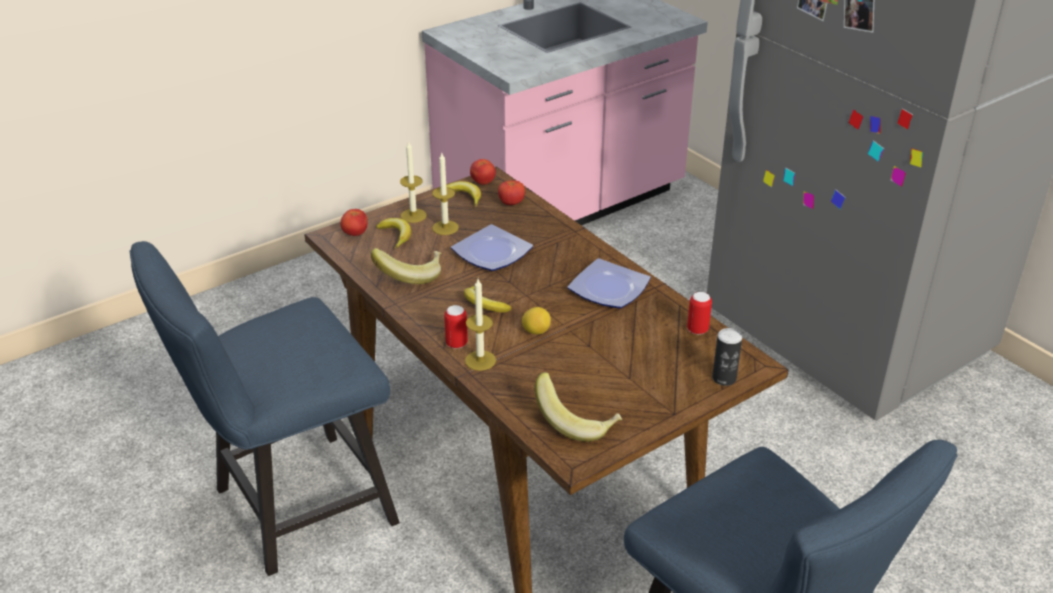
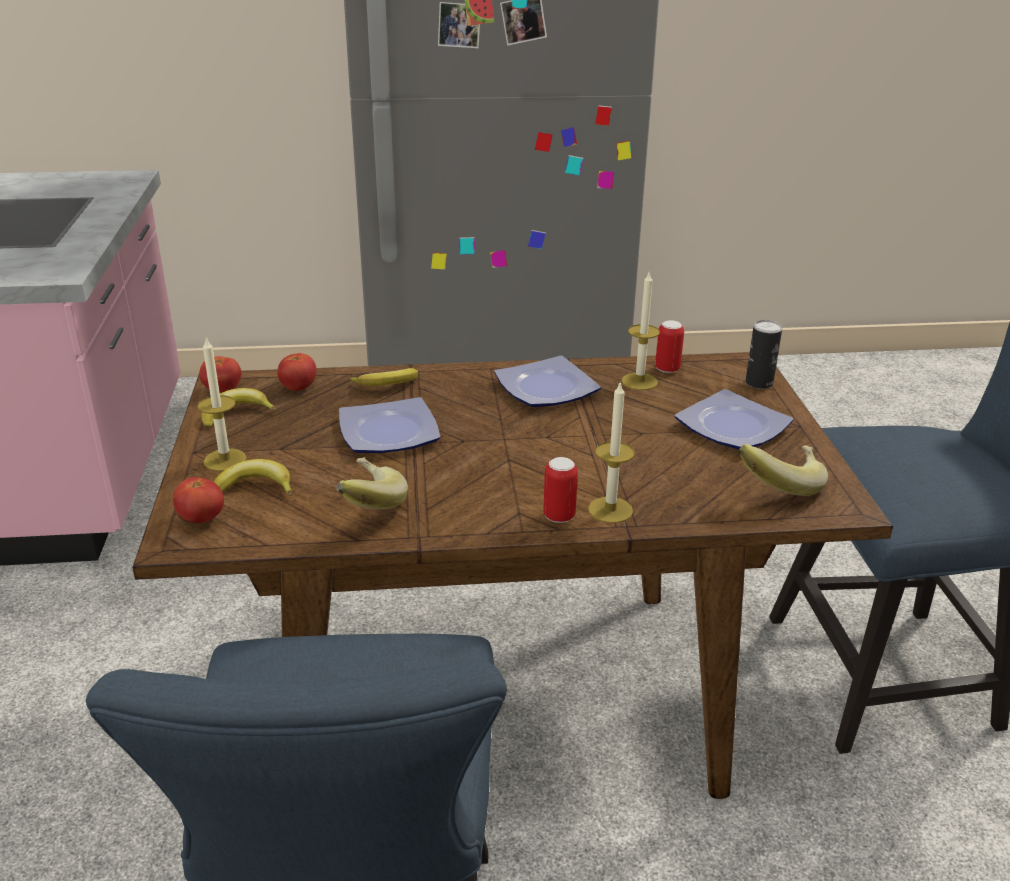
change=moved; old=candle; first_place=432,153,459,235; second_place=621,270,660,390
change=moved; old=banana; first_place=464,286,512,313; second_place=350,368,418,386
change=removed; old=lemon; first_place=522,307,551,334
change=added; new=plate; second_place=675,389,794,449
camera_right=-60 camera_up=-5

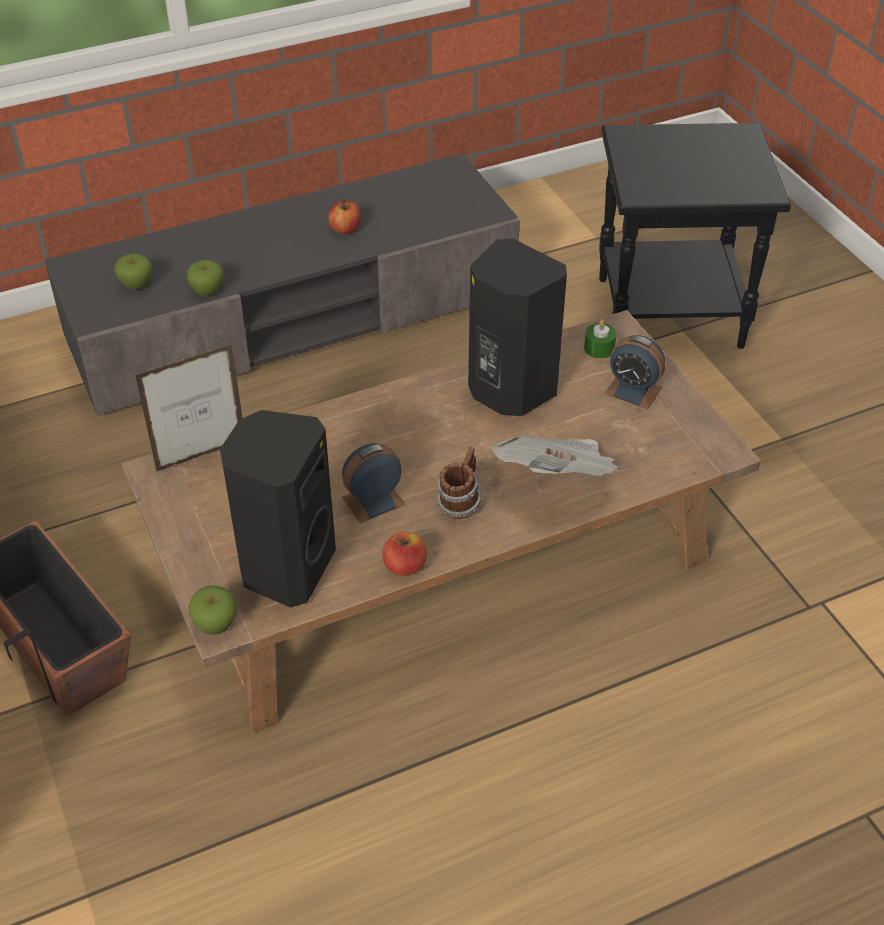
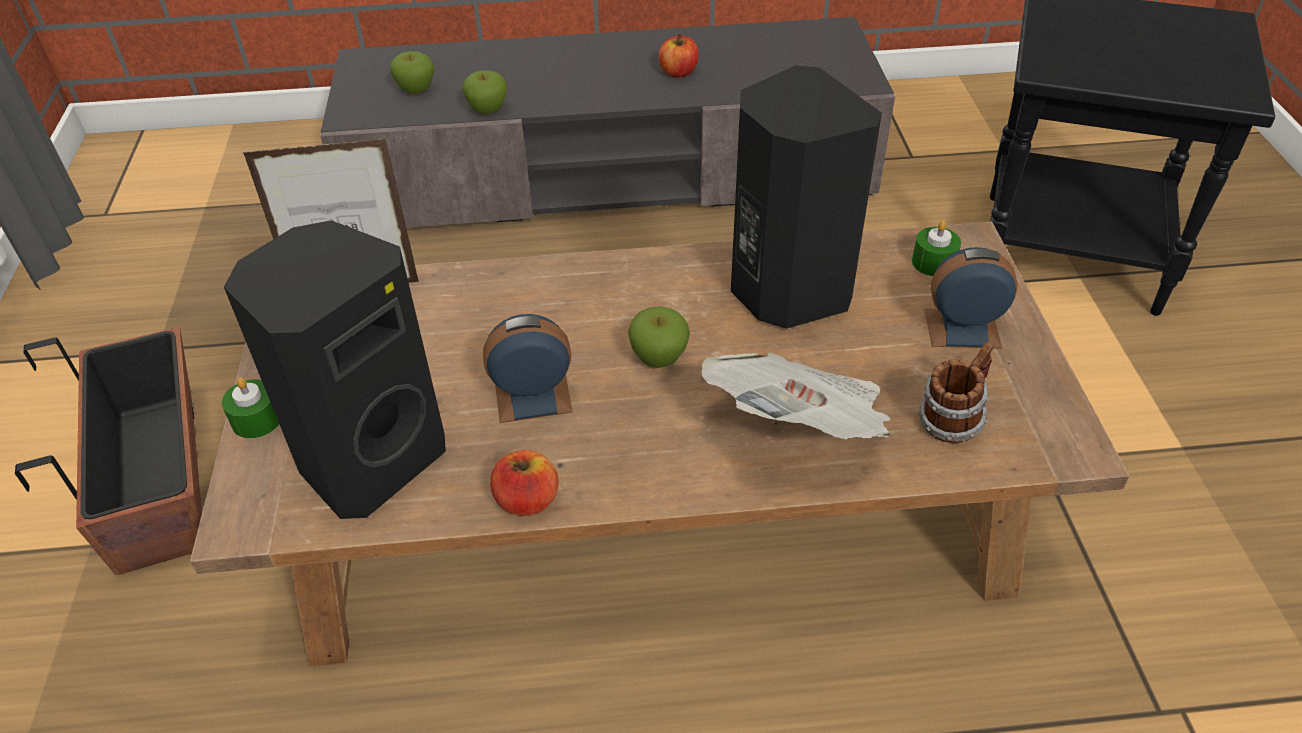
change=turned; old=alarm clock; first_place=605,335,665,409; second_place=925,247,1018,349; degrees=135
change=moved; old=mug; first_place=436,447,483,519; second_place=918,342,994,443
change=moved; old=apple; first_place=188,586,237,635; second_place=628,306,690,368
change=added; new=candle (green); second_place=222,378,279,438
camera_right=20 camera_up=0

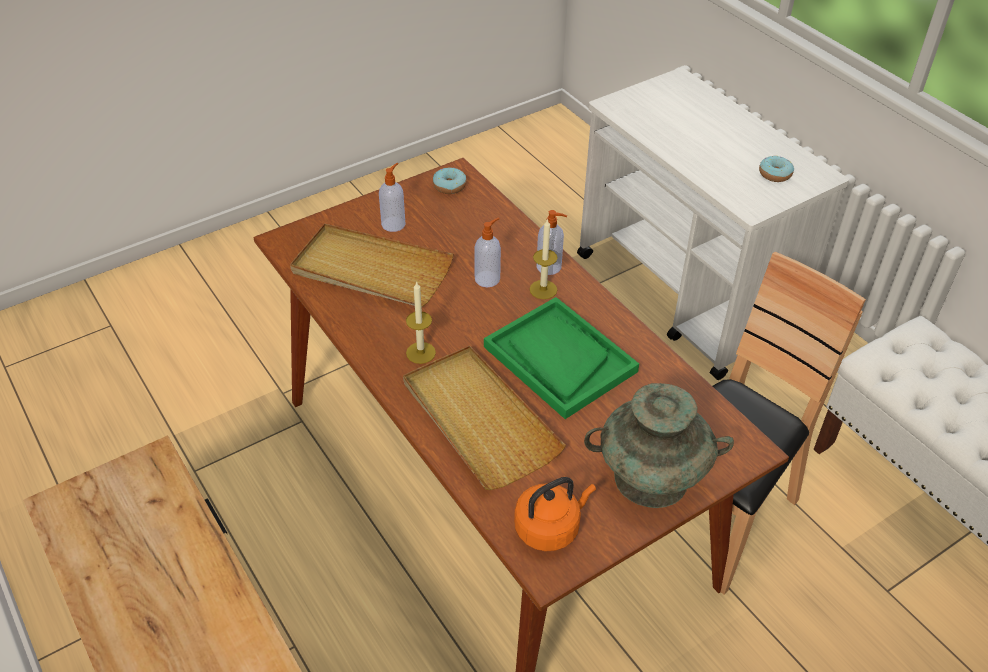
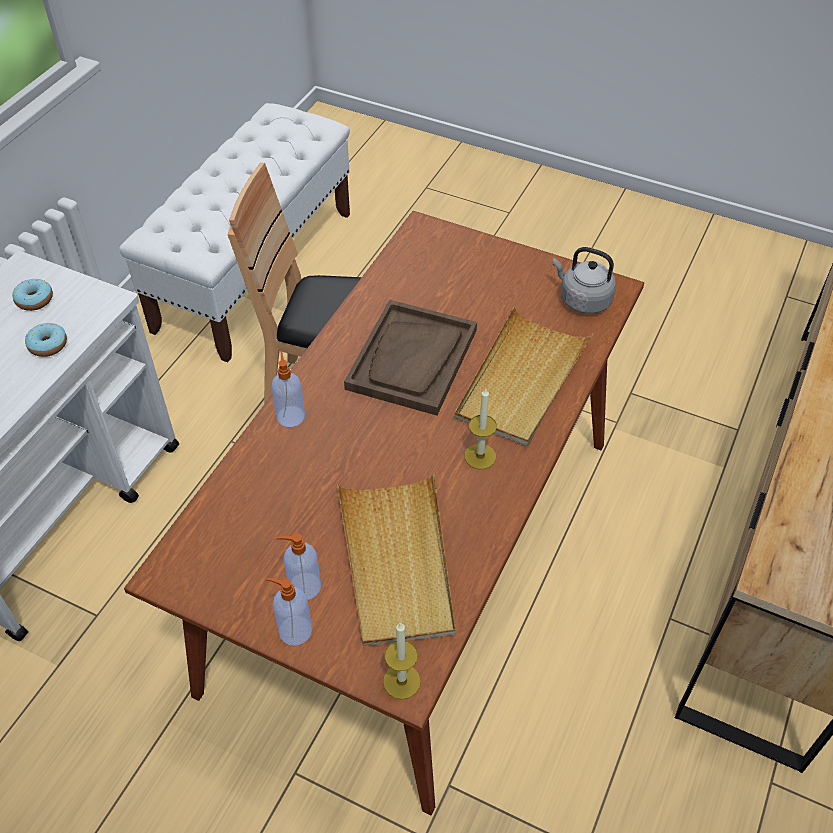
change=moved; old=donut; first_place=433,167,467,194; second_place=25,323,67,357
change=moved; old=soap dispenser; first_place=474,217,501,287; second_place=266,578,312,646
change=moved; old=candle; first_place=530,218,558,299; second_place=383,622,421,700
change=recoloured; old=tray (green); new=tray (brown); first_place=484,297,639,419; second_place=344,300,477,416
change=removed; old=vase (turquoise); first_place=584,383,734,508
change=recoloured; old=kettle (orange); new=kettle (grey); first_place=514,477,596,552; second_place=553,247,616,314
camera_right=-120 camera_up=5

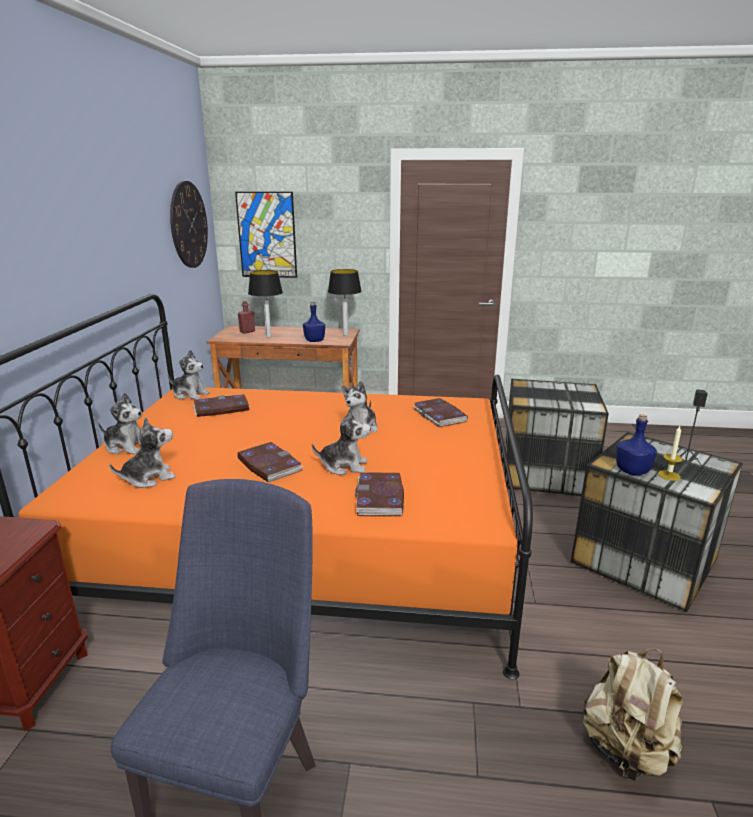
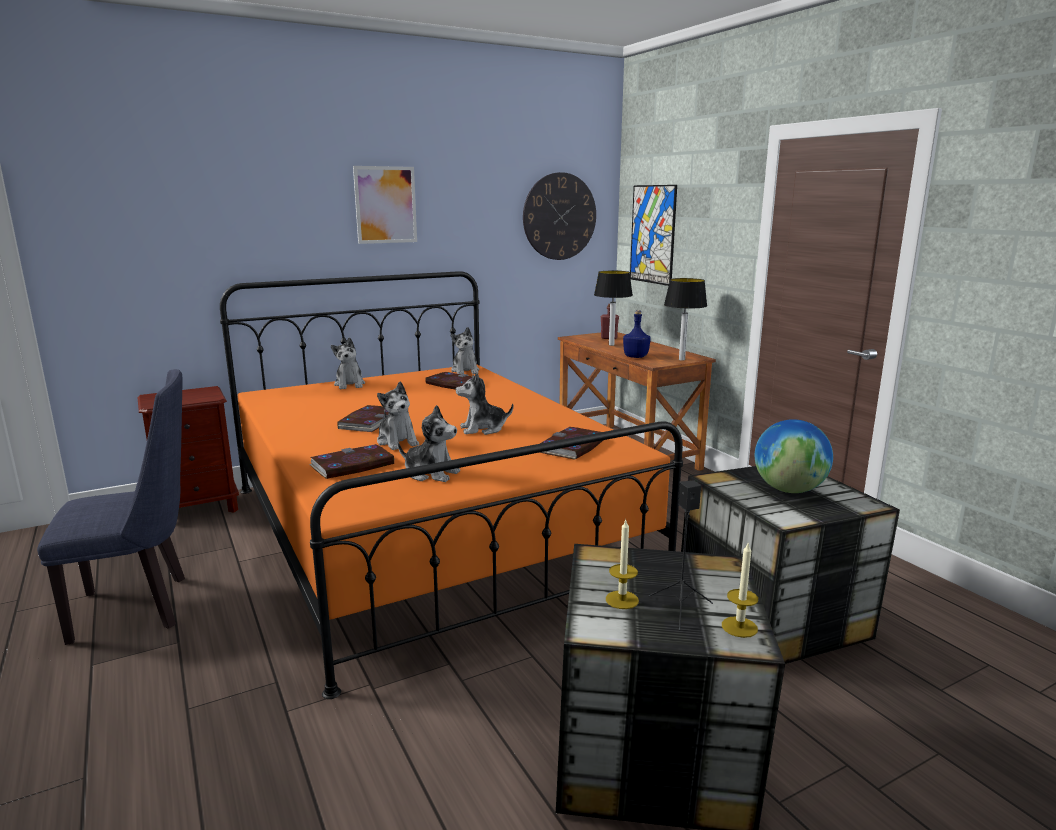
change=removed; old=bottle (blue); first_place=616,414,657,476
change=moved; old=plush toy; first_place=110,417,176,488; second_place=398,405,460,482
change=removed; old=backpack (beige); first_place=583,648,683,781
change=added; new=picture; second_place=353,166,417,244
change=added; new=globe; second_place=755,419,833,493
change=added; new=candle; second_place=722,543,758,638
camera_right=55 camera_up=-5

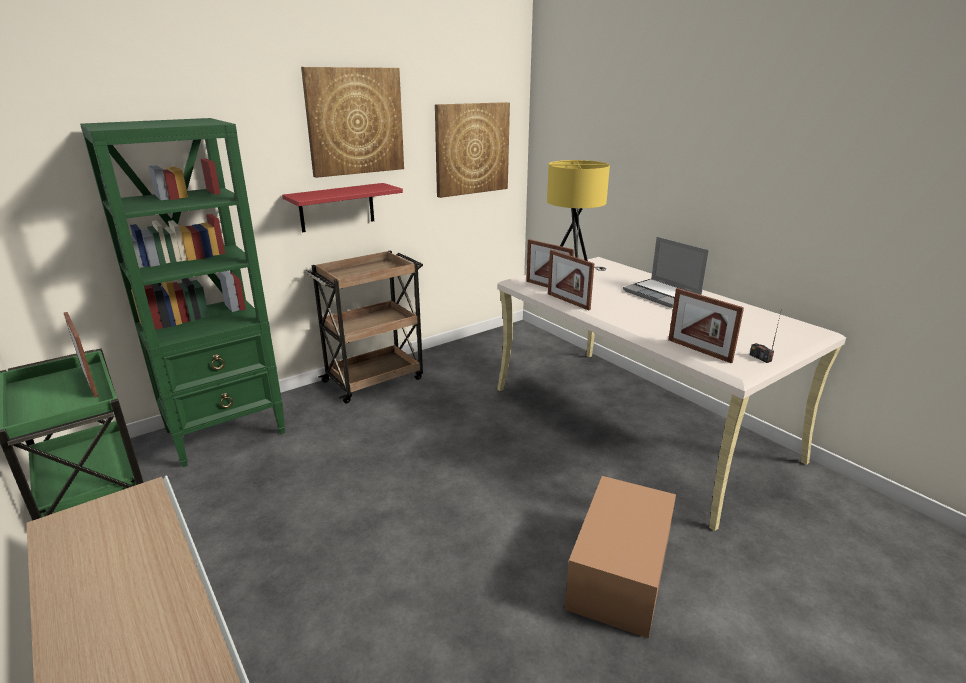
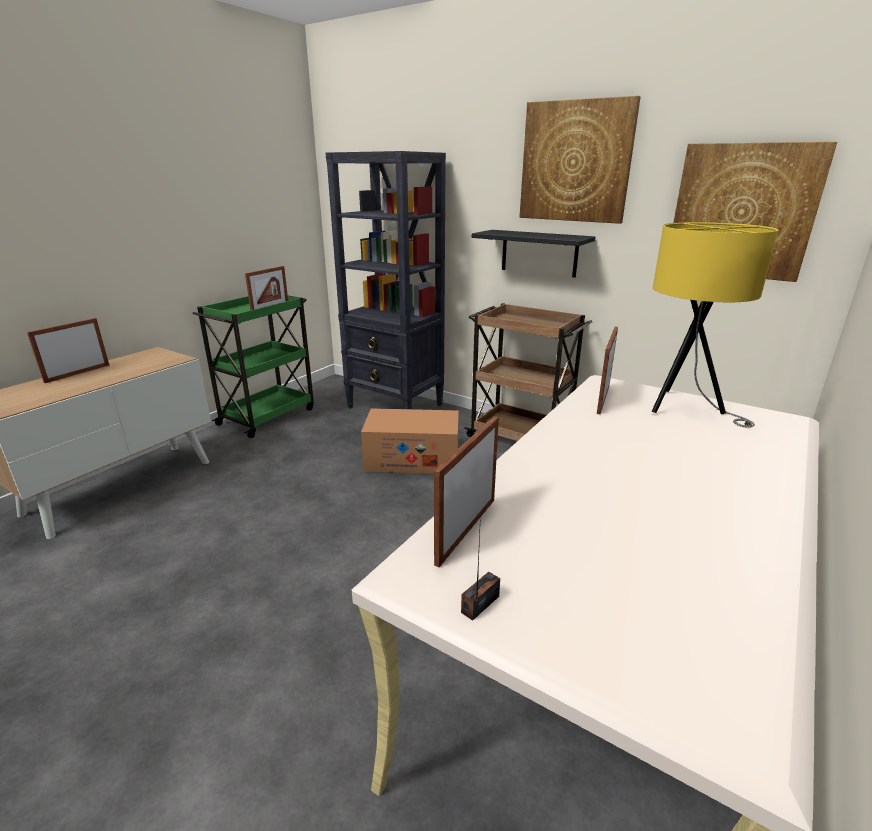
change=recoloured; old=bookcase (green); new=bookcase (black); first_place=80,118,286,467; second_place=326,151,446,409
change=recoloured; old=shelf (red); new=shelf (black); first_place=282,183,403,232; second_place=472,230,595,278
change=removed; old=laptop; first_place=623,237,709,308
change=moved; old=picture frame; first_place=548,250,594,311; second_place=27,318,109,383
change=moved; old=cardboard box; first_place=565,476,676,639; second_place=361,408,459,474
camera_right=70 camera_up=0

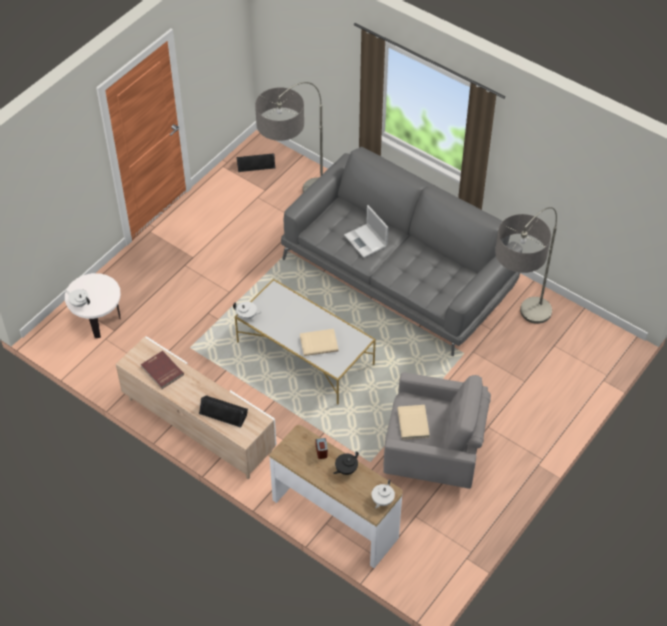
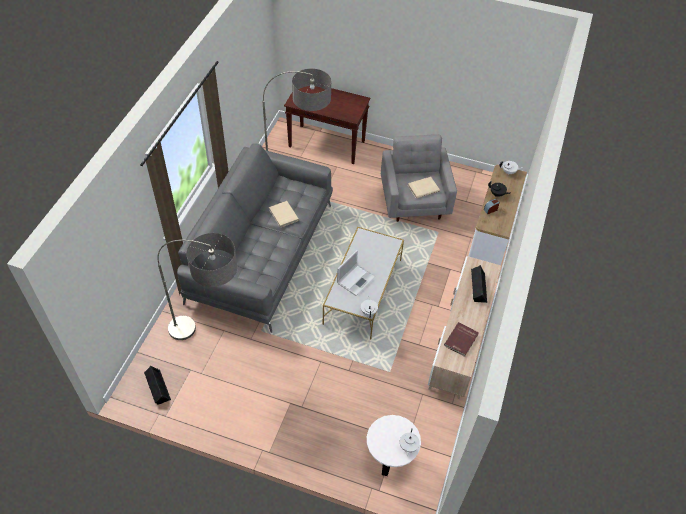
change=moved; old=laptop; first_place=344,205,388,258; second_place=337,250,375,296
change=moved; old=book (beige); first_place=300,329,339,356; second_place=269,201,299,228
change=added; new=console table (brown); second_place=284,86,370,164
camera_right=-110 camera_up=0

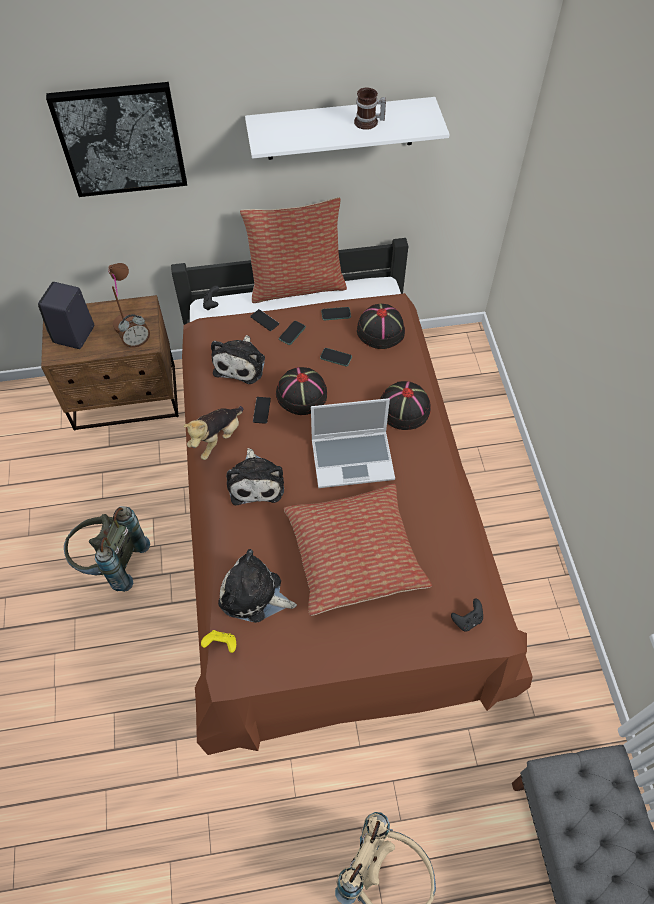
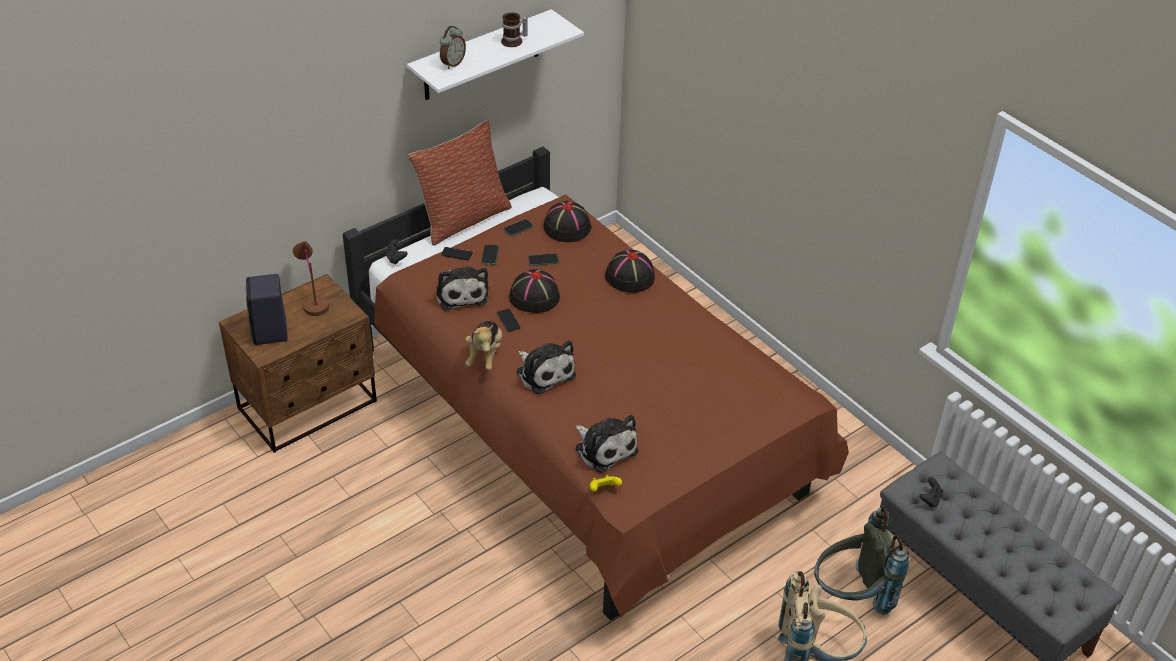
change=removed; old=picture; first_place=46,82,187,197
change=moved; old=alarm clock; first_place=118,314,150,348; second_place=440,26,466,69
change=removed; old=laptop; first_place=311,398,395,488
change=removed; old=pillow; first_place=284,484,432,616
change=moved; old=backpack (grey); first_place=64,506,150,592; second_place=814,507,910,615
change=turned; old=plush toy; first_place=218,549,297,623; second_place=576,415,639,473; degrees=-120
change=moved; old=game controller (black); first_place=451,598,483,632; second_place=919,477,943,508
camera_right=-30 camera_up=-15

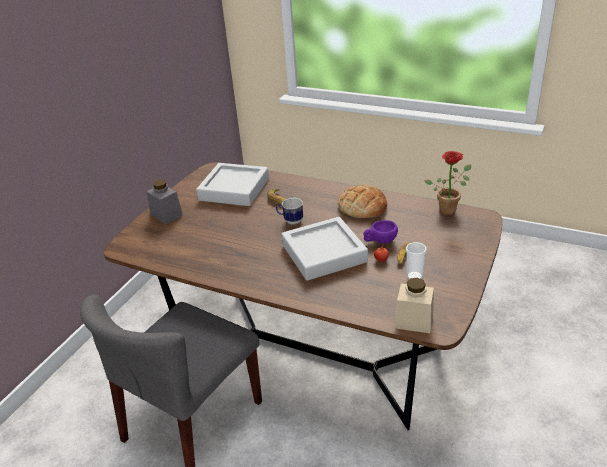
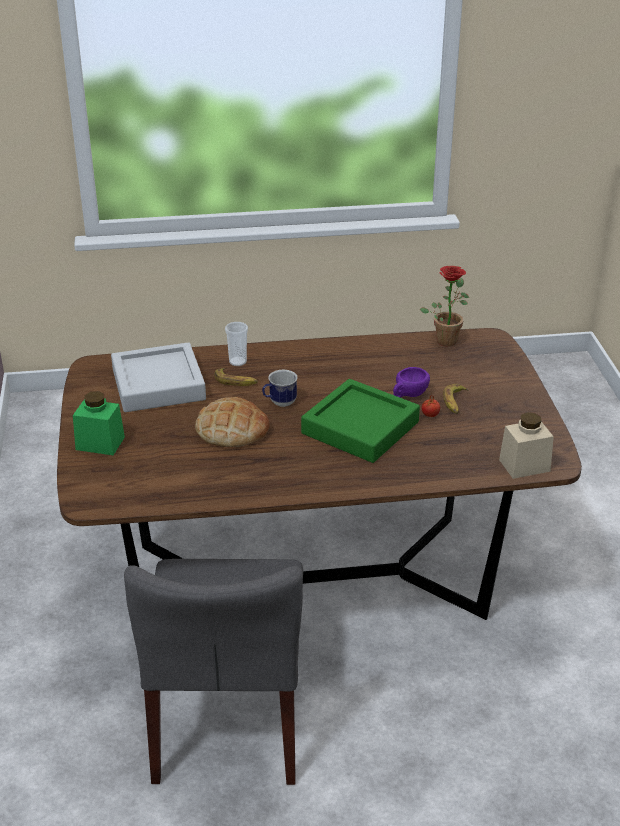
change=recoloured; old=jar (grey); new=jar (green); first_place=146,179,183,224; second_place=73,391,125,455
change=moved; old=bread; first_place=338,185,387,218; second_place=195,397,270,447
change=recoloured; old=tray (grey); new=tray (green); first_place=282,217,368,281; second_place=301,379,420,463
change=moved; old=cup; first_place=406,242,427,279; second_place=225,322,248,366
camera_right=-35 camera_up=0

